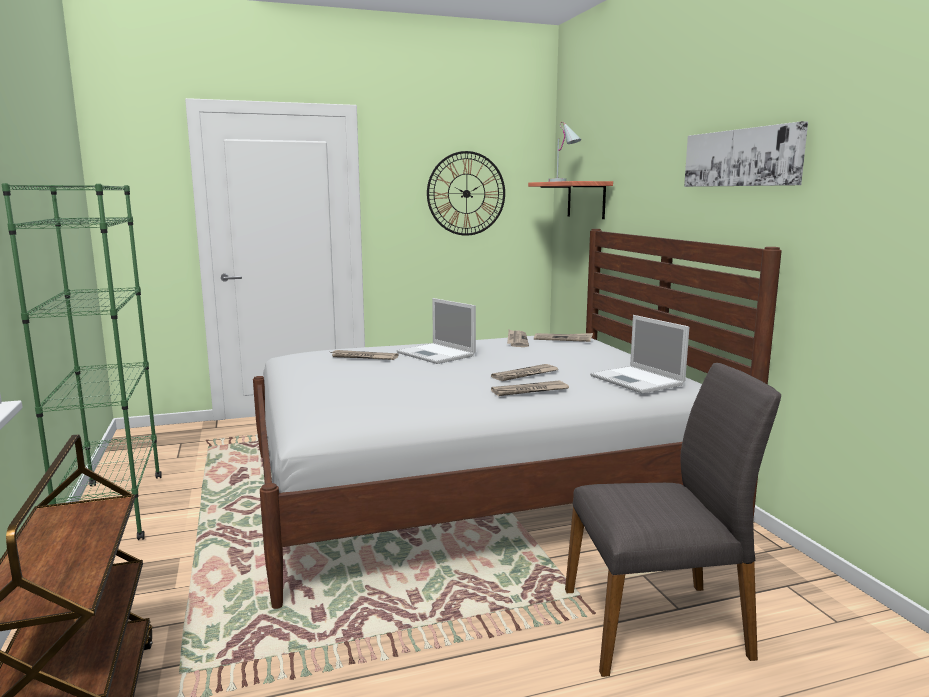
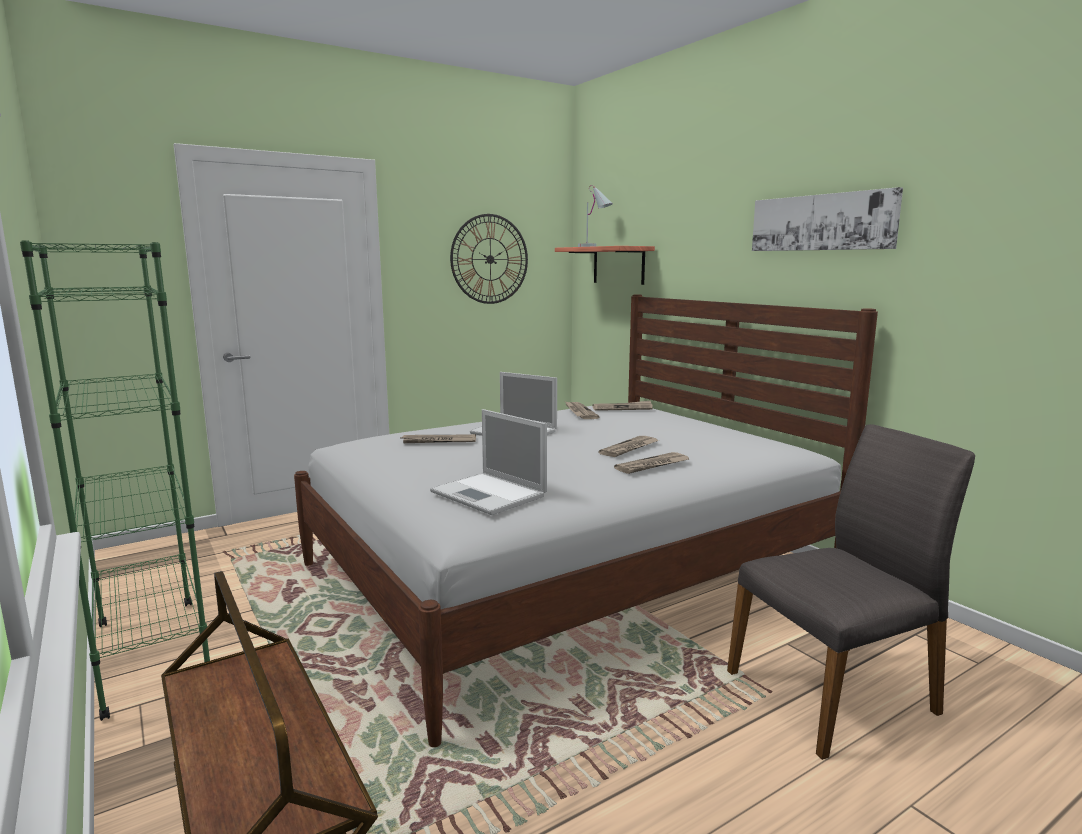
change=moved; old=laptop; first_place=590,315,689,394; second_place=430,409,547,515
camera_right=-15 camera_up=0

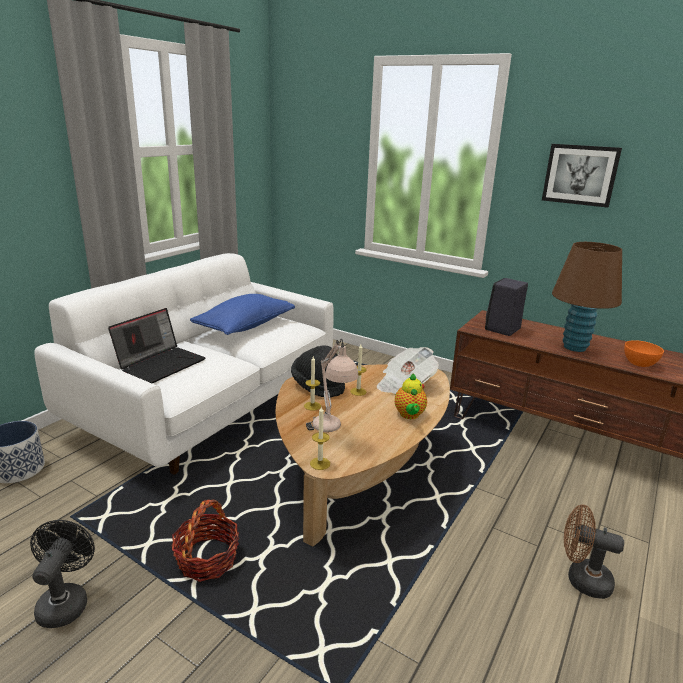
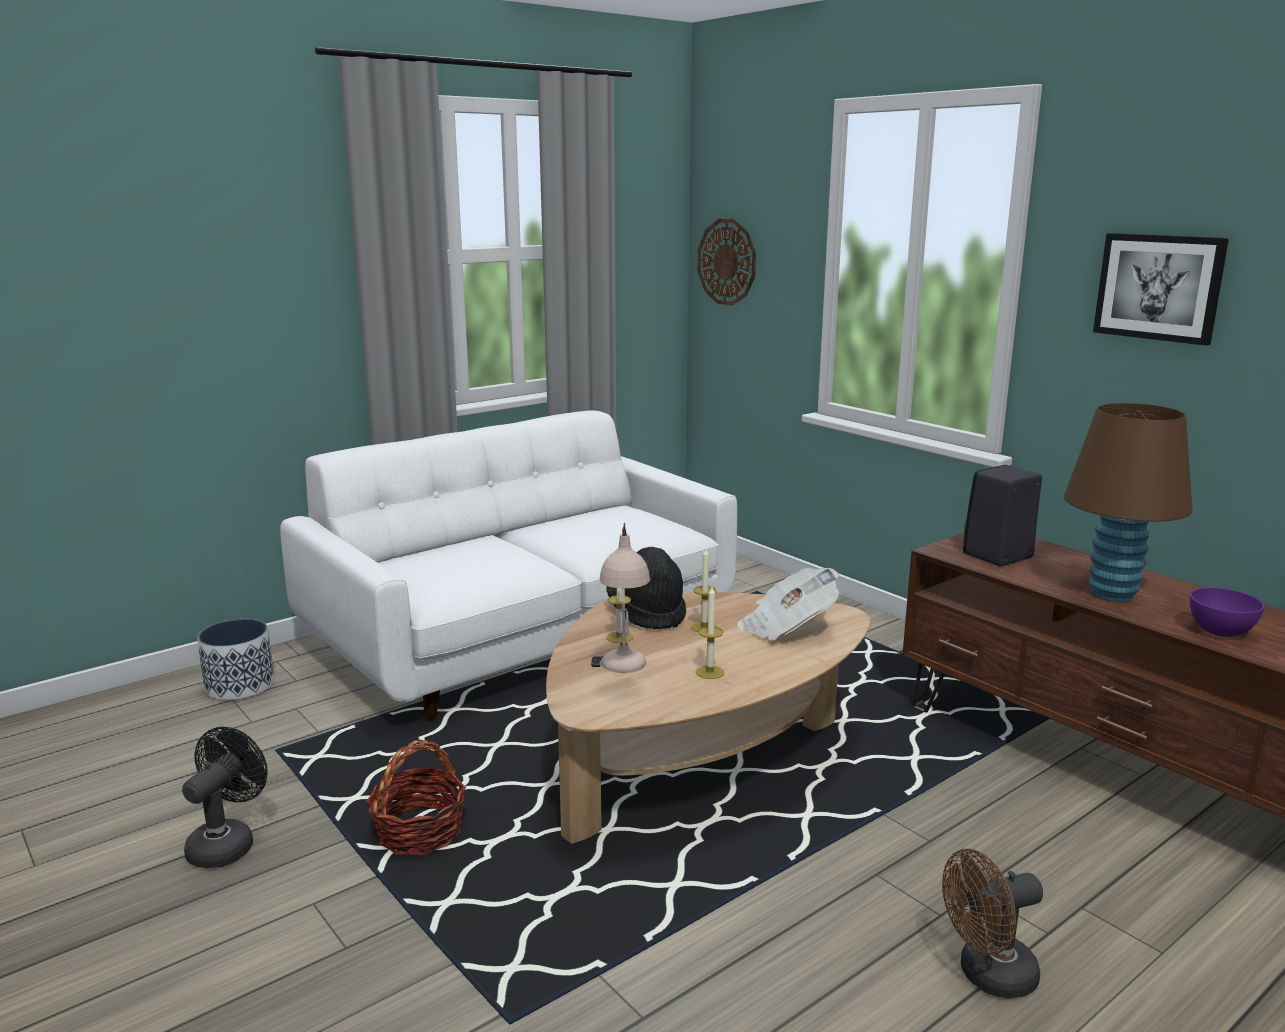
change=removed; old=pillow (blue); first_place=190,294,295,335
change=removed; old=laptop; first_place=108,308,205,383
change=recoloured; old=bowl (orange); new=bowl (purple); first_place=624,340,664,367; second_place=1190,587,1264,637
change=removed; old=teapot; first_place=395,373,427,419
change=moved; old=candle; first_place=310,406,330,470; second_place=696,587,725,679
change=turned; old=fan (brown); first_place=564,504,624,599; second_place=942,849,1043,999; degrees=-60
change=added; new=wall clock; second_place=698,218,756,306
camera_right=20 camera_up=-5

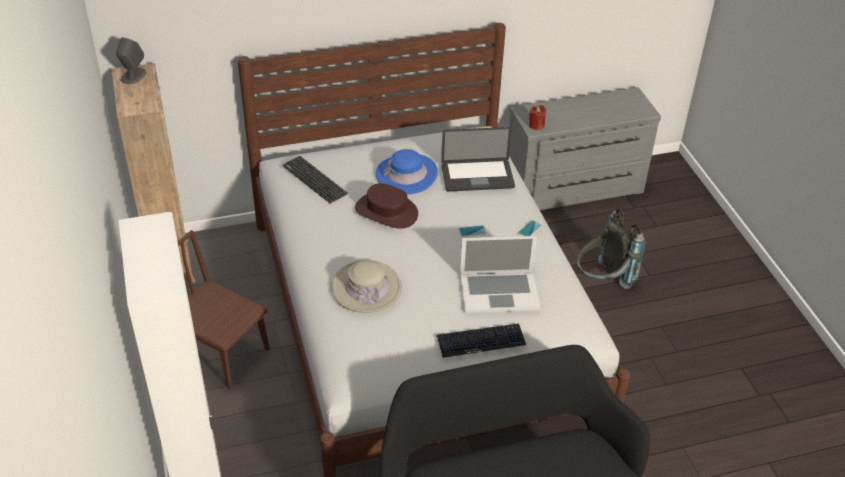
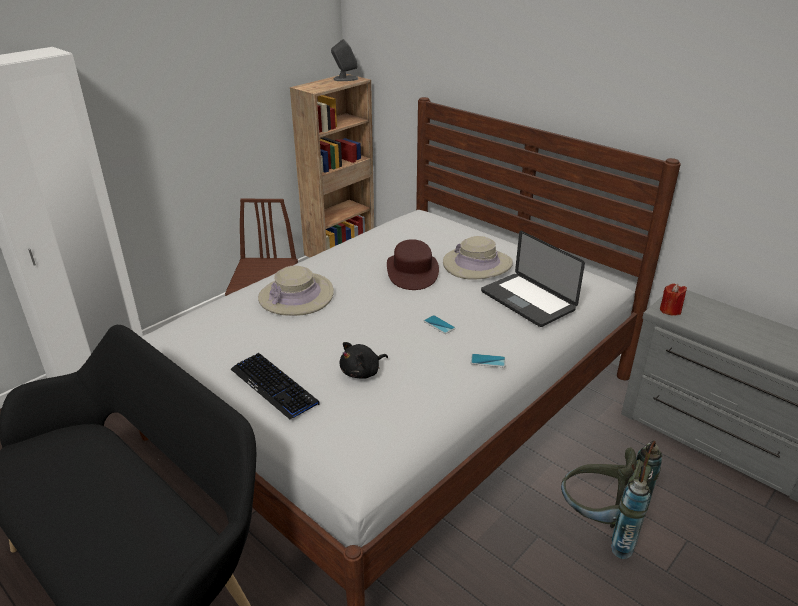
change=recoloured; old=hat (blue); new=hat (beige); first_place=376,149,438,194; second_place=443,236,513,280
change=removed; old=keyboard; first_place=283,156,348,203
change=replaced; old=laptop; new=plush toy (black); first_place=460,236,541,313; second_place=339,342,388,379
camera_right=60 camera_up=-10

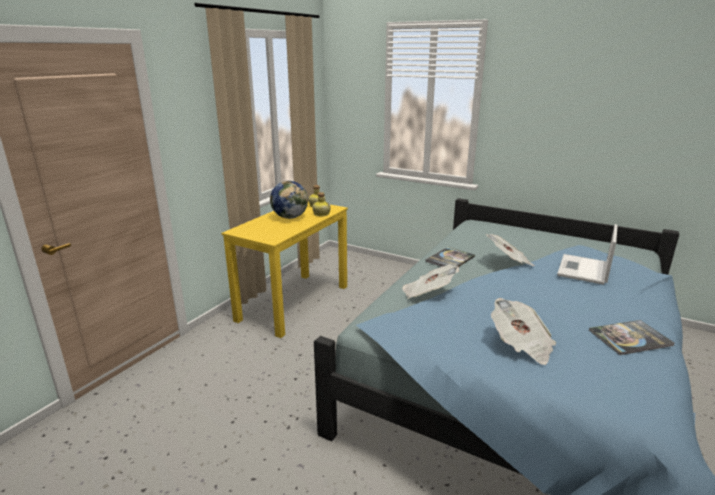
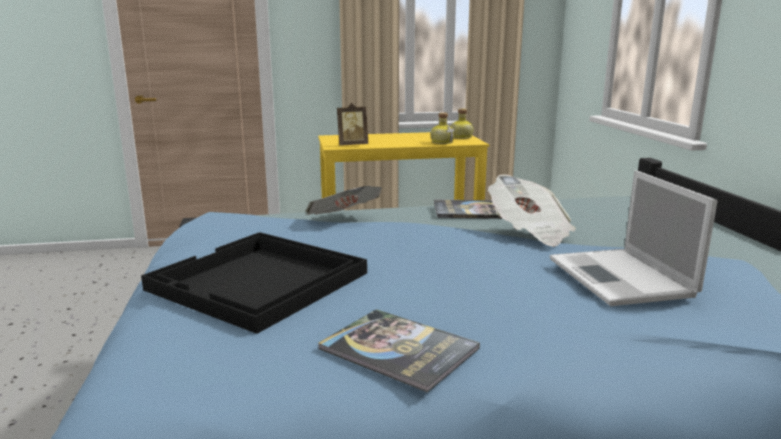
change=removed; old=globe; first_place=270,181,308,219
change=turned; old=laptop; first_place=557,224,618,285; second_place=550,170,717,306; degrees=-90
change=replaced; old=newspaper; new=tray (black); first_place=491,298,556,365; second_place=141,232,367,334
change=added; new=picture frame; second_place=337,103,368,146
camera_right=50 camera_up=-5

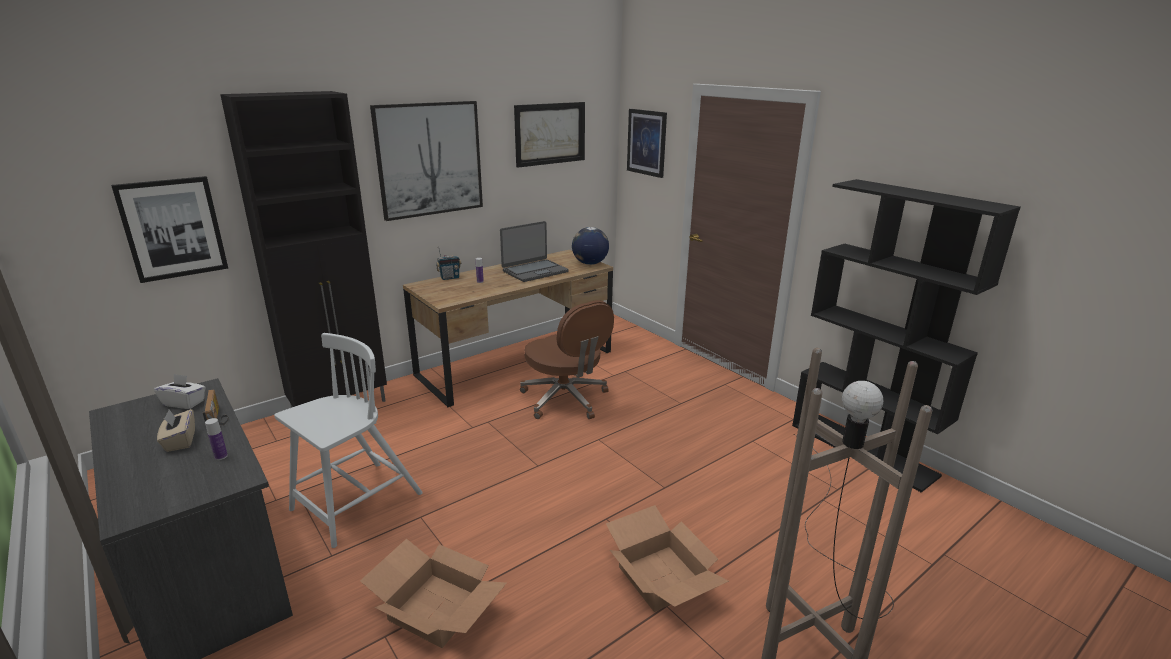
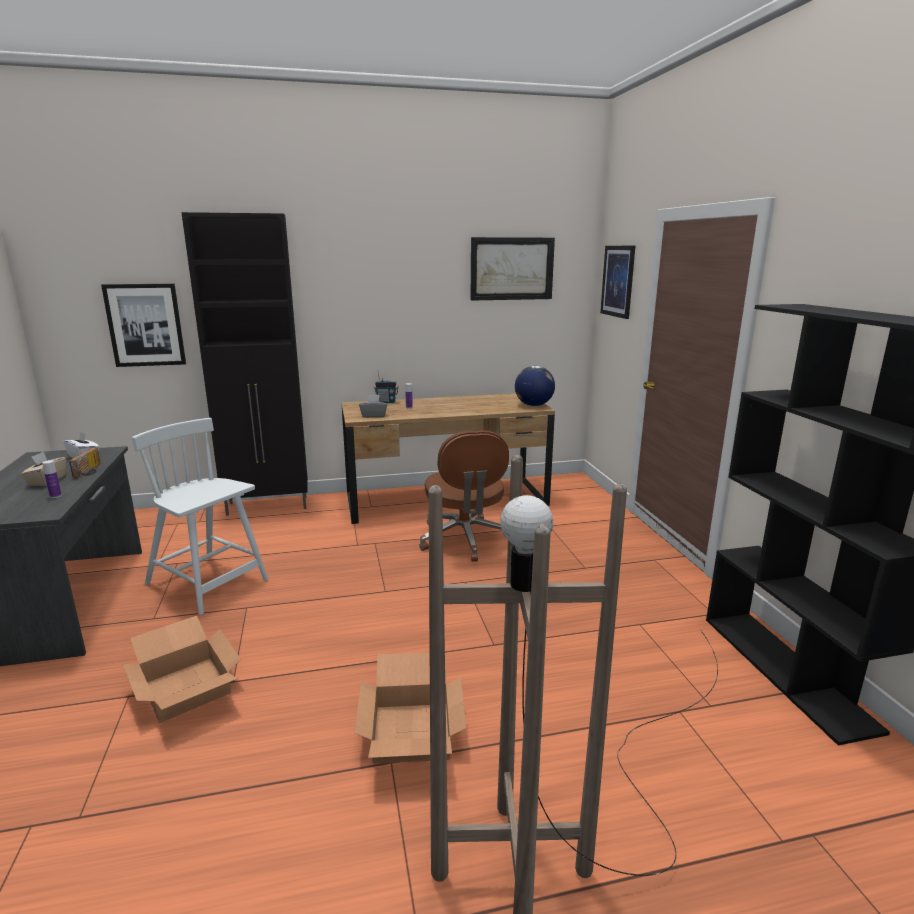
change=removed; old=picture; first_place=370,101,483,221
change=removed; old=laptop; first_place=500,221,569,282
change=turned; old=chair (white); first_place=274,333,423,548; second_place=132,418,268,615; degrees=-120
change=added; new=tissue box (grey); second_place=359,395,388,418
camera_right=25 camera_up=-5

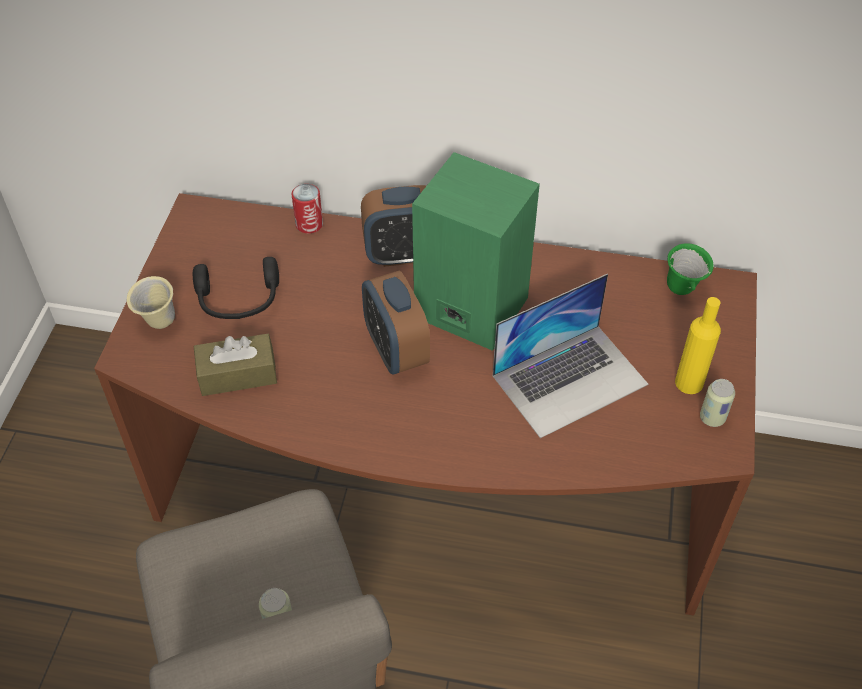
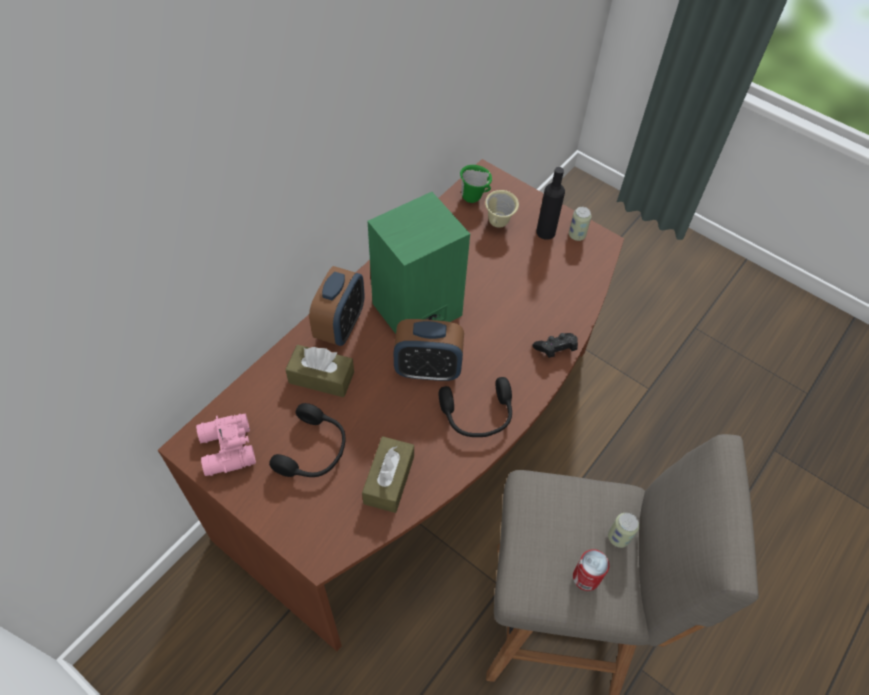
change=moved; old=can; first_place=292,184,323,234; second_place=573,549,609,591
change=removed; old=laptop; first_place=493,274,648,438
change=moved; old=mug (beige); first_place=127,276,175,329; second_place=485,190,519,228
change=recoloured; old=bottle (yellow); new=bottle (black); first_place=675,297,721,394; second_place=536,167,565,240
change=added; new=game controller (black); second_place=533,333,578,358
change=added; new=tissue box (brown); second_place=285,345,354,397
change=added; new=headphones (black); second_place=439,377,512,437
change=added; new=binoculars (pink); second_place=196,413,256,476
camera_right=-65 camera_up=5

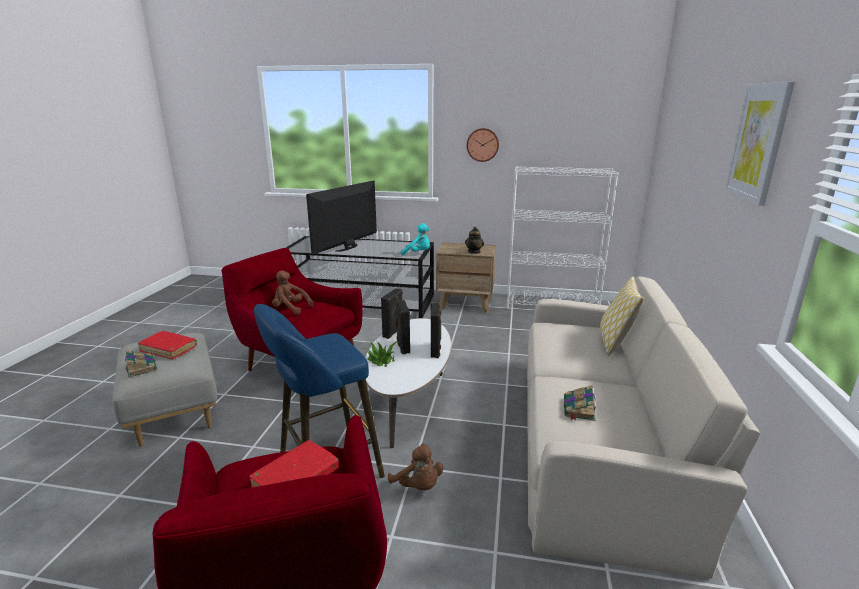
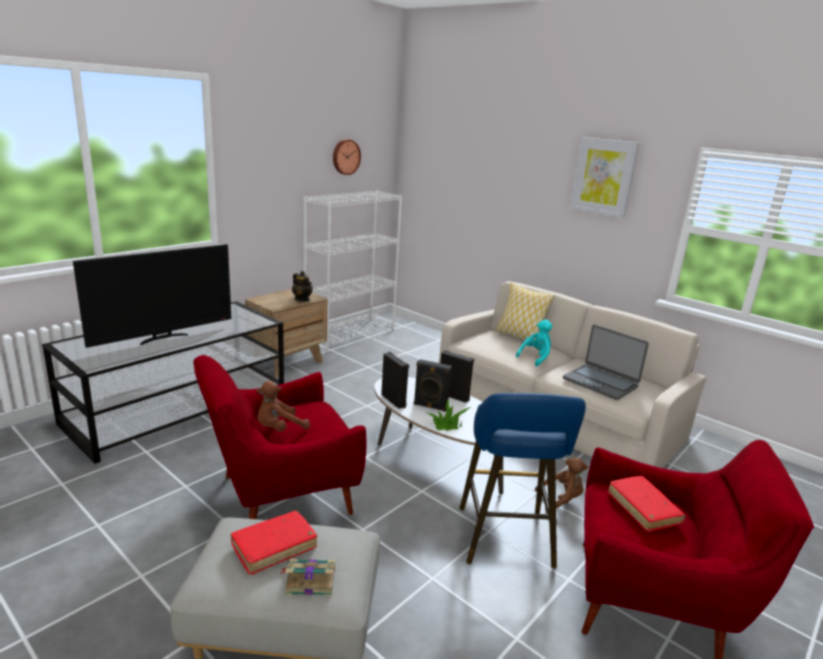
change=moved; old=wall clock; first_place=467,128,499,162; second_place=333,139,361,175
change=turned; old=television; first_place=306,181,377,254; second_place=73,244,231,348; degrees=-105
change=moved; old=plush toy (turquoise); first_place=401,223,430,255; second_place=516,320,552,366
change=replaced; old=book; new=laptop; first_place=564,385,596,421; second_place=563,325,649,400
camera_right=-60 camera_up=0

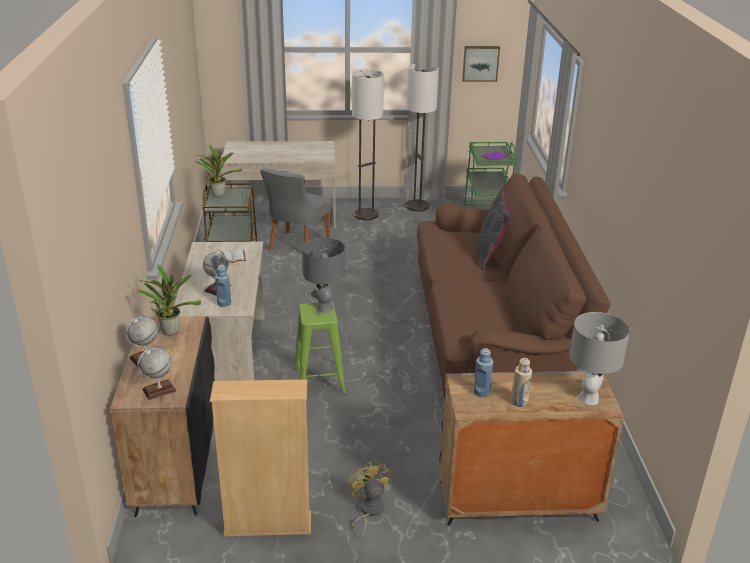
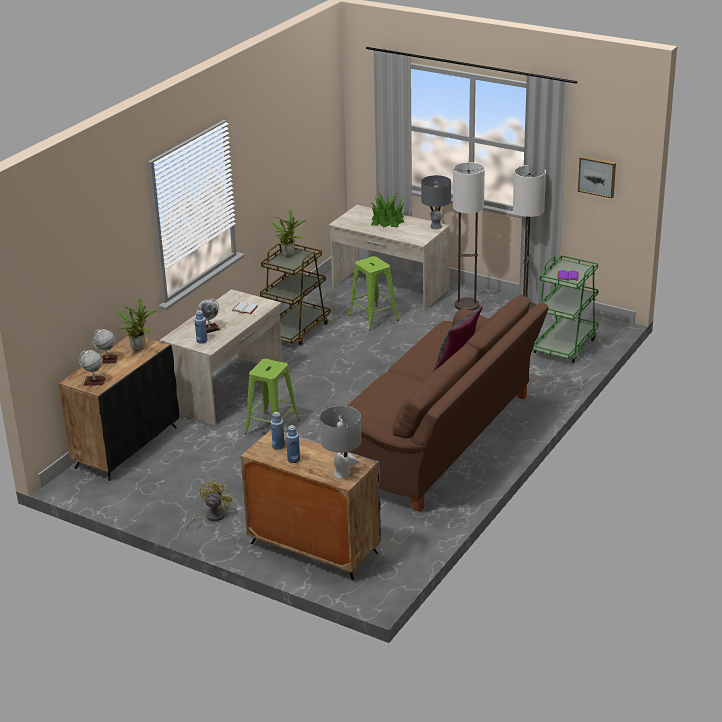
change=replaced; old=chair (grey); new=stool (green); first_place=260,168,331,250; second_place=348,256,399,330
change=moved; old=table lamp (grey); first_place=302,238,345,313; second_place=421,175,451,229
change=recoloured; old=bottle (beige); new=bottle (blue); first_place=511,358,532,407; second_place=286,425,300,463
change=removed; old=bookcase (beige); first_place=210,379,311,536
change=added; new=potted plant; second_place=371,191,405,227
camera_right=35 camera_up=0

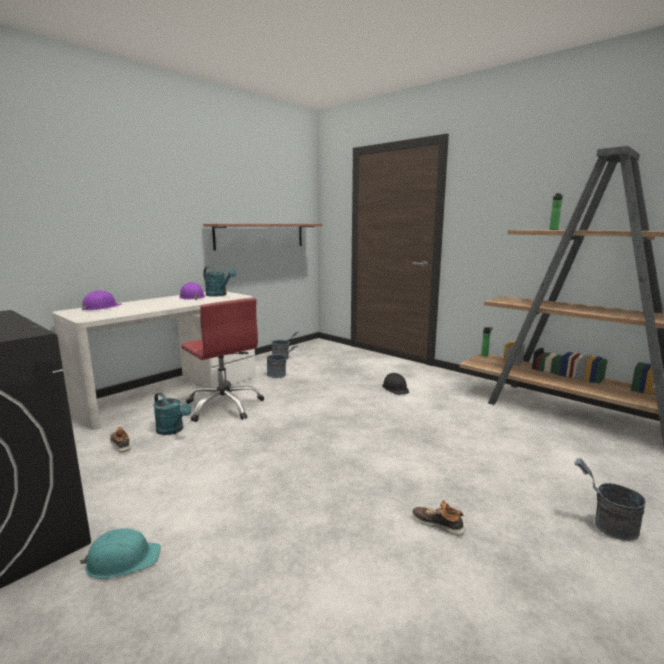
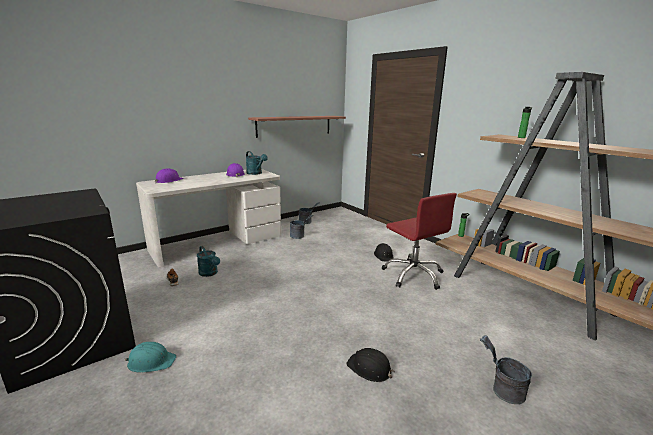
change=moved; old=office chair (red); first_place=181,298,264,422; second_place=382,193,457,290
change=replaced; old=shoe; new=hard hat (black); first_place=412,500,465,536; second_place=346,348,395,382
camera_right=10 camera_up=5

